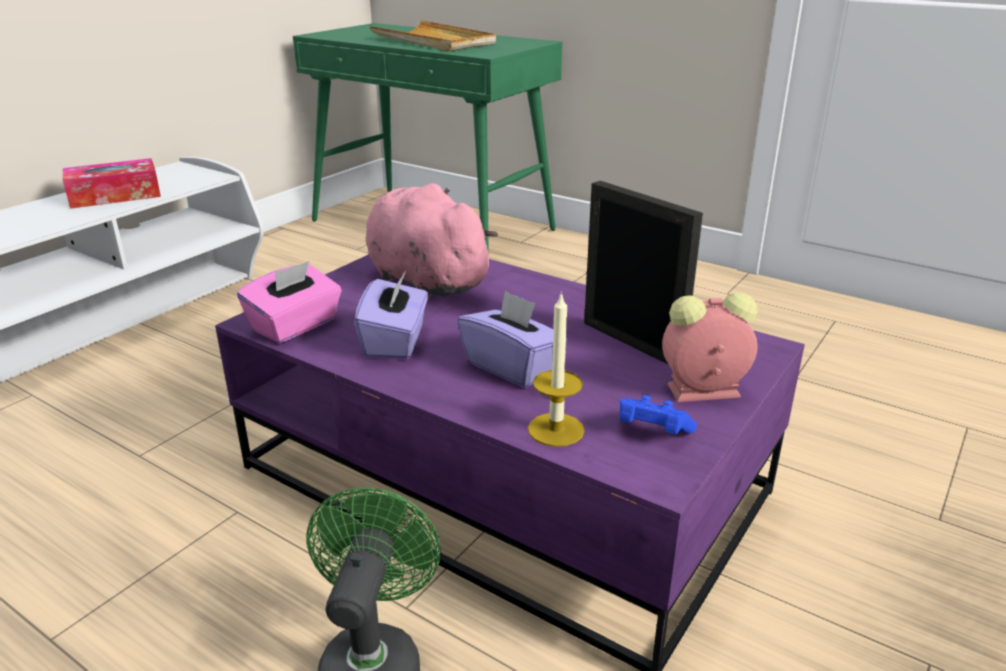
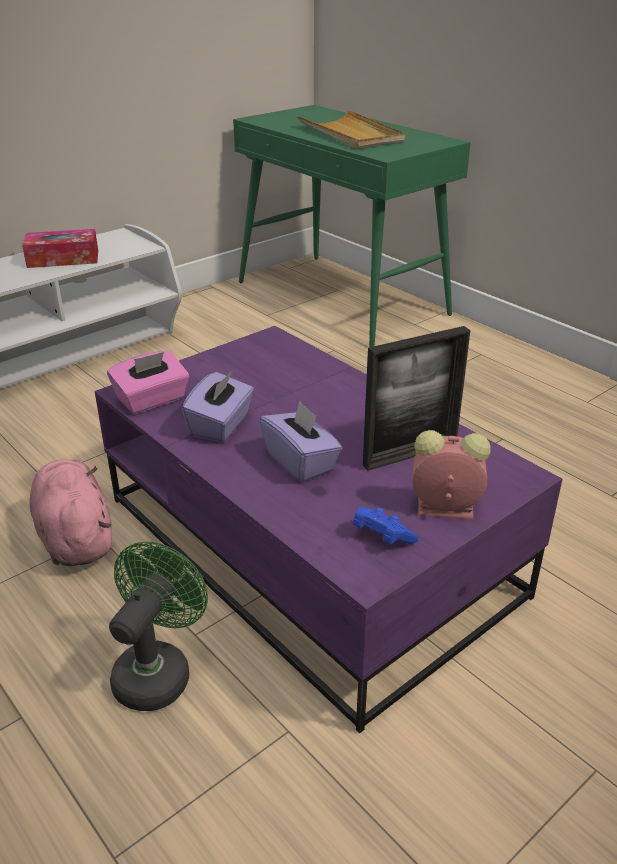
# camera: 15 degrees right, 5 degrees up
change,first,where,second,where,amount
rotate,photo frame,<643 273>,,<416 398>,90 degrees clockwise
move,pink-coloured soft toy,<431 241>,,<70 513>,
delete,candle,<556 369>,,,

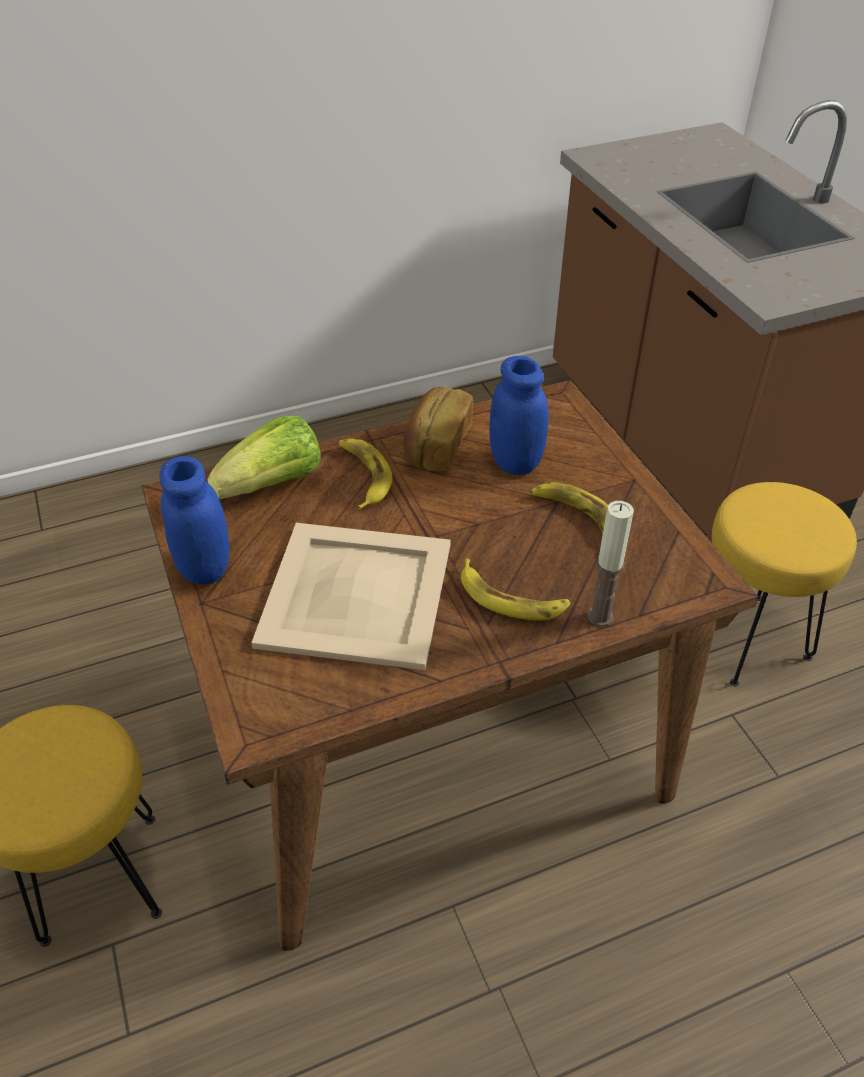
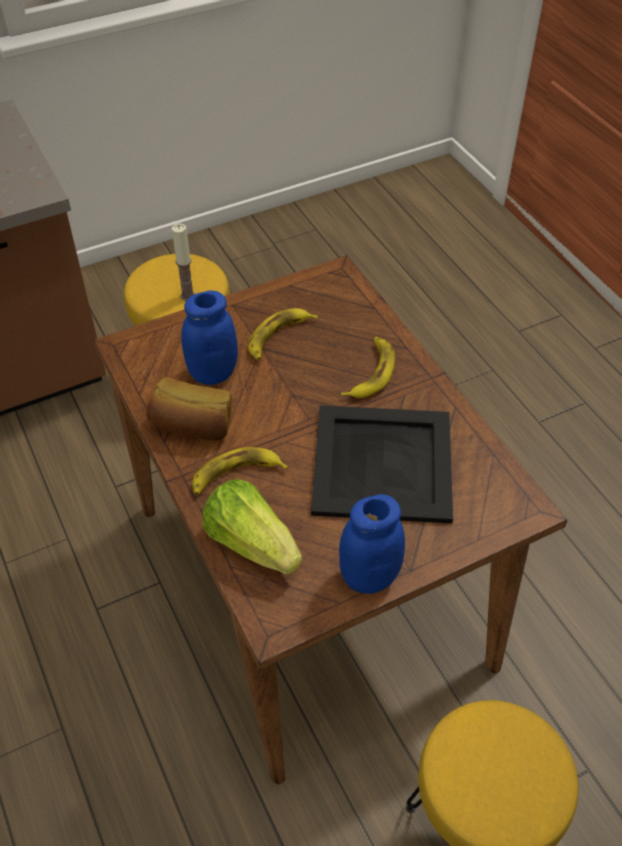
# camera: 95 degrees left, 5 degrees up
change,first,where,second,where,amount
move,candle,<611 563>,,<183 262>,
recolor,beige serving tray,<351 596>,black-coloured serving tray,<382 464>,

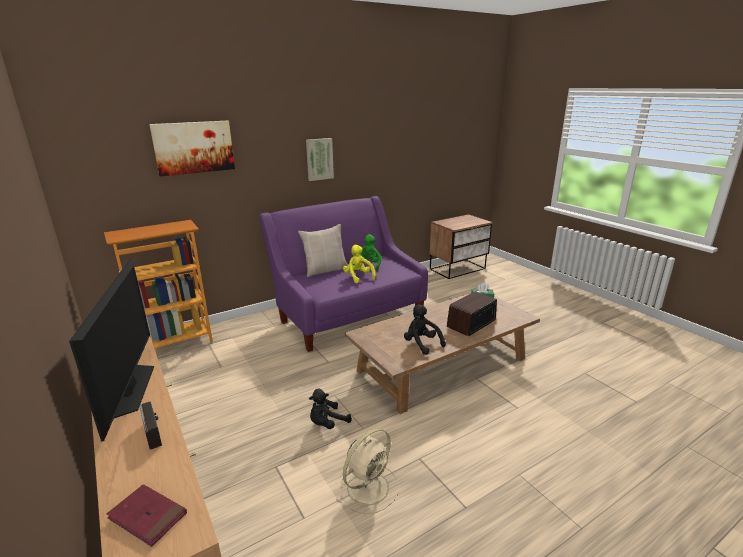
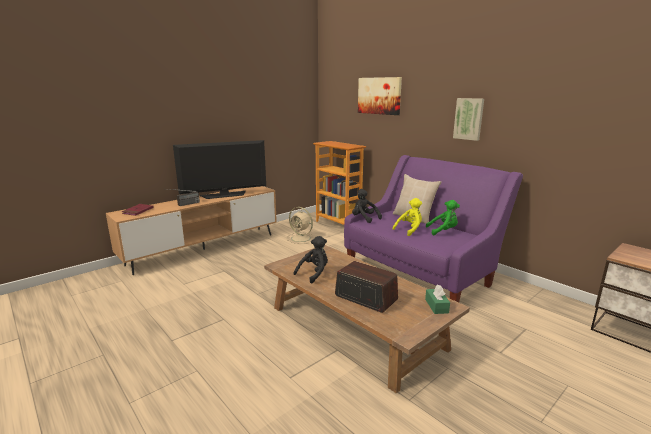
# camera: 80 degrees right, 5 degrees down
change,first,where,second,where,amount
move,black-coloured soft toy,<330 409>,,<367 206>,
move,beige cooling fan,<368 471>,,<302 225>,

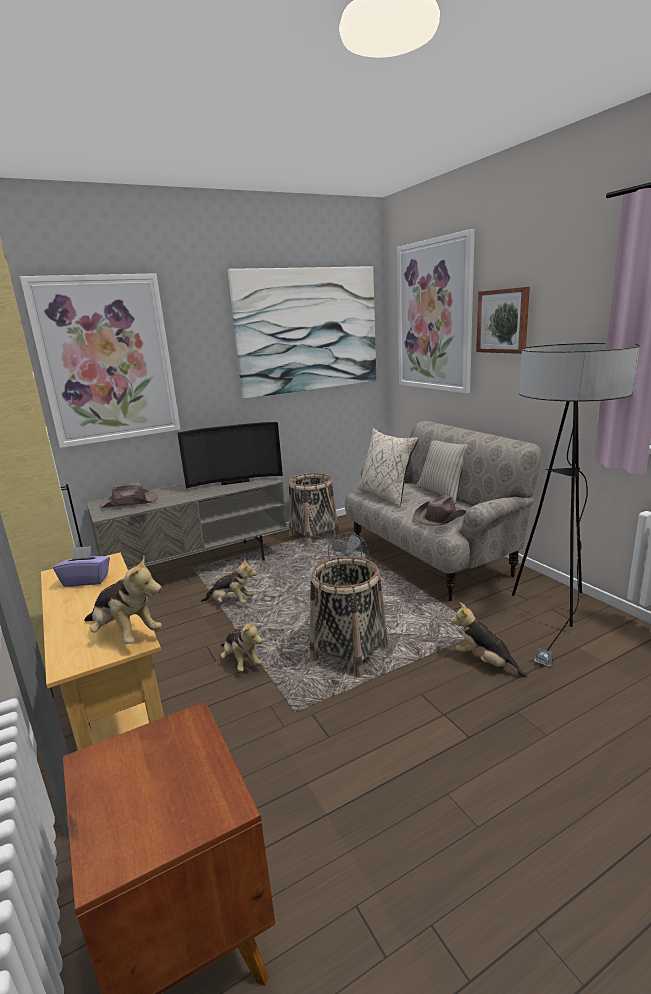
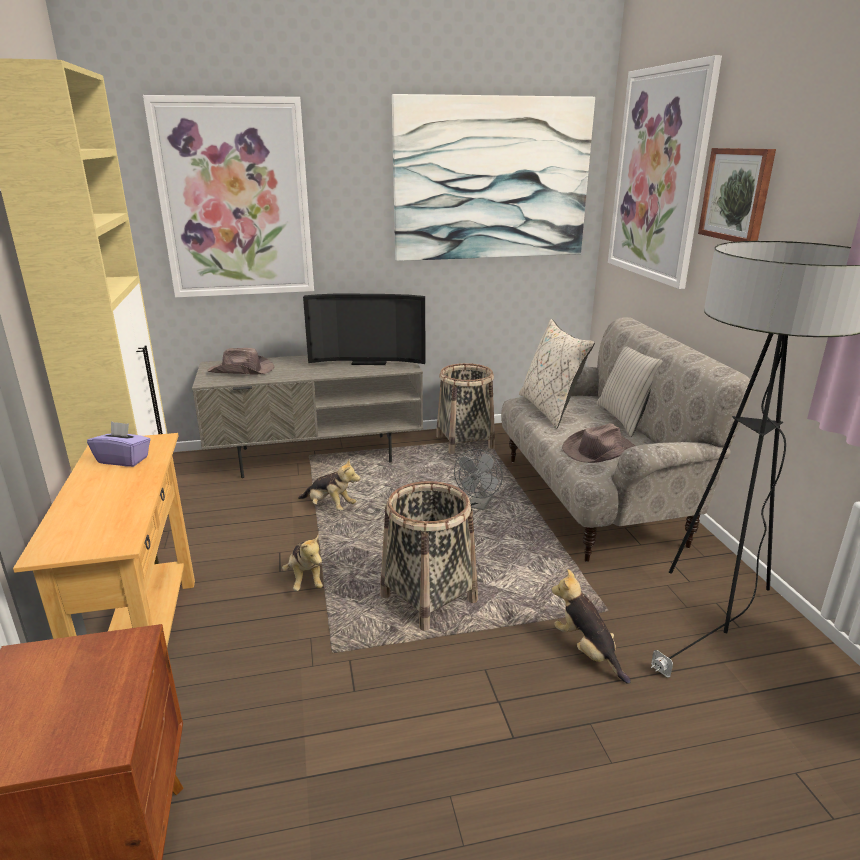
# camera: 15 degrees right, 5 degrees up
change,first,where,second,where,amount
delete,soft toy,<123 600>,,,

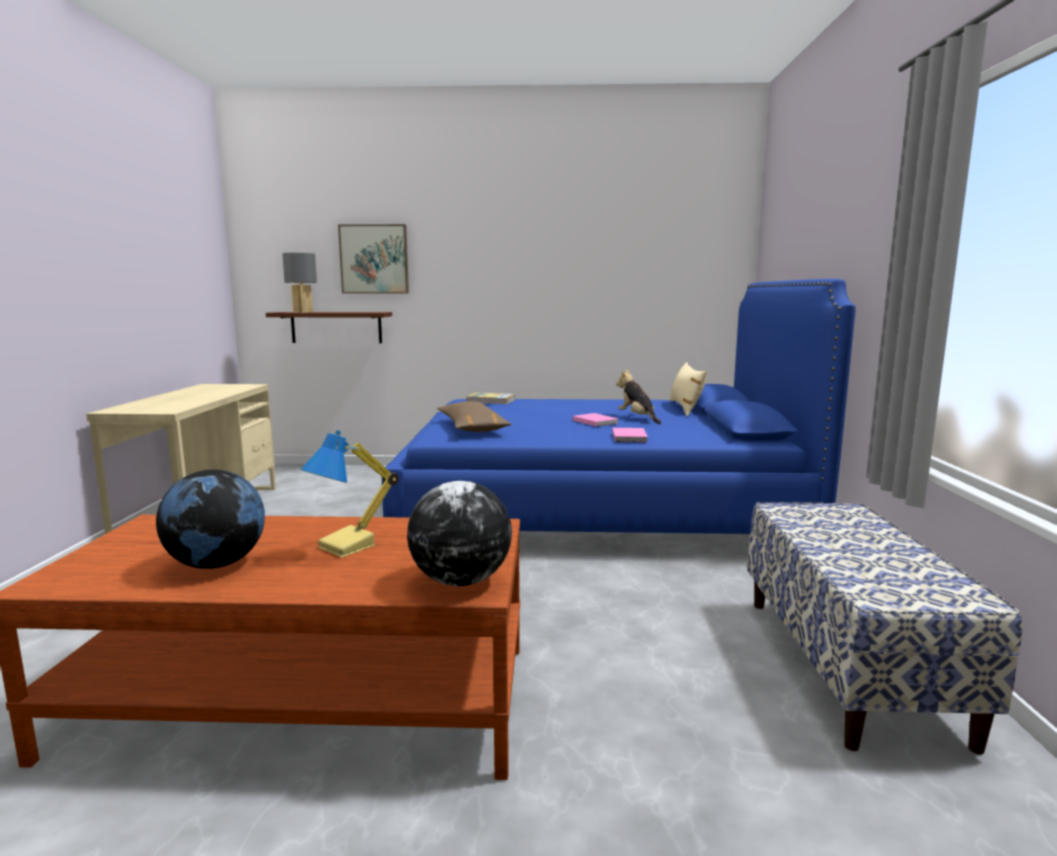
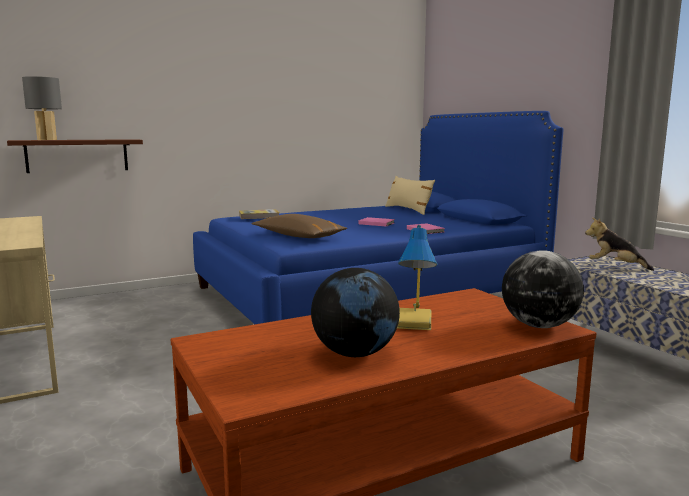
# camera: 30 degrees left, 0 degrees up
change,first,where,second,where,amount
delete,wall art,<373 259>,,,
move,soft toy,<638 397>,,<619 244>,

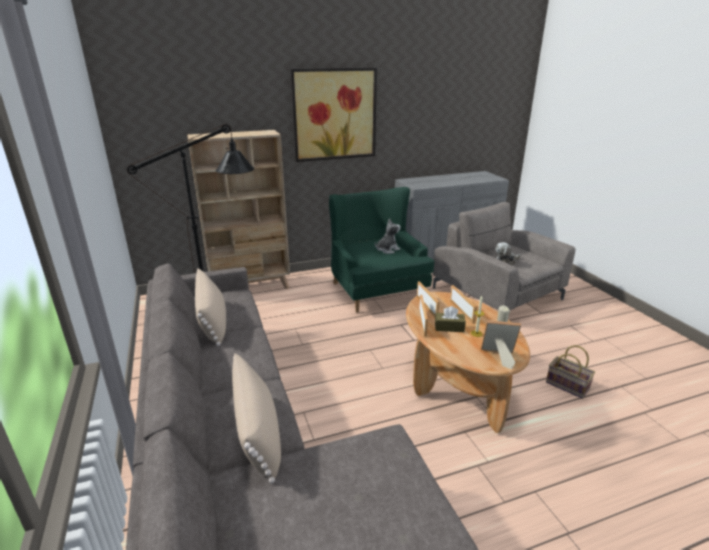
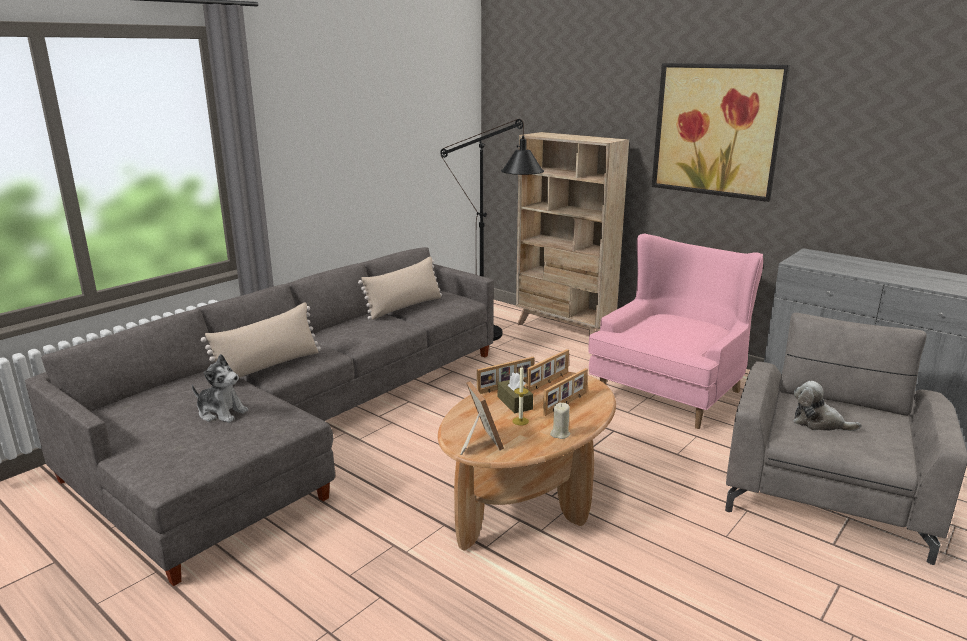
# camera: 60 degrees right, 5 degrees down
change,first,where,second,where,amount
recolor,green-coloured easy chair,<382 250>,pink-coloured easy chair,<676 331>,
move,soft toy,<388 236>,,<220 388>,
delete,storage basket,<570 372>,,,

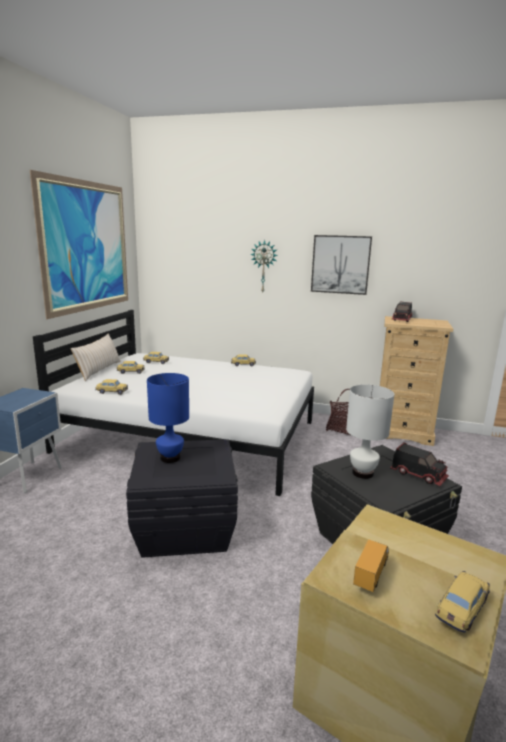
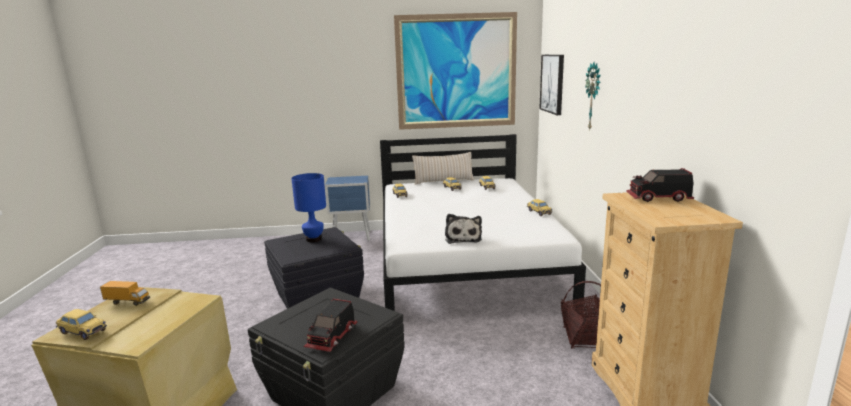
# camera: 70 degrees right, 0 degrees up
change,first,where,second,where,amount
move,wall art,<341 265>,,<551 85>,
delete,white lamp for a table,<370 431>,,,
insert,,,soft toy,<463 229>,

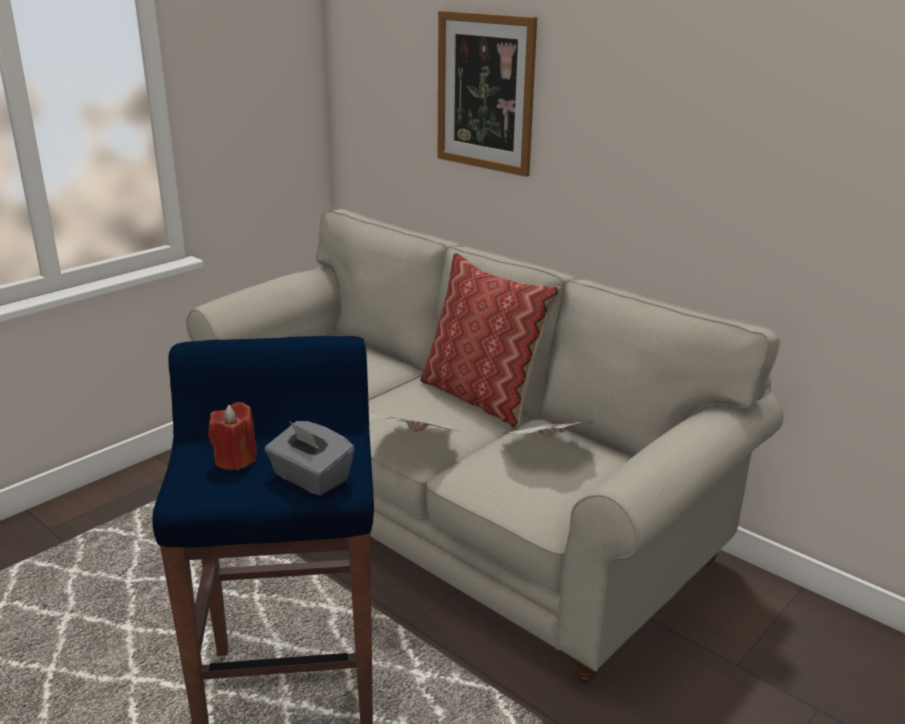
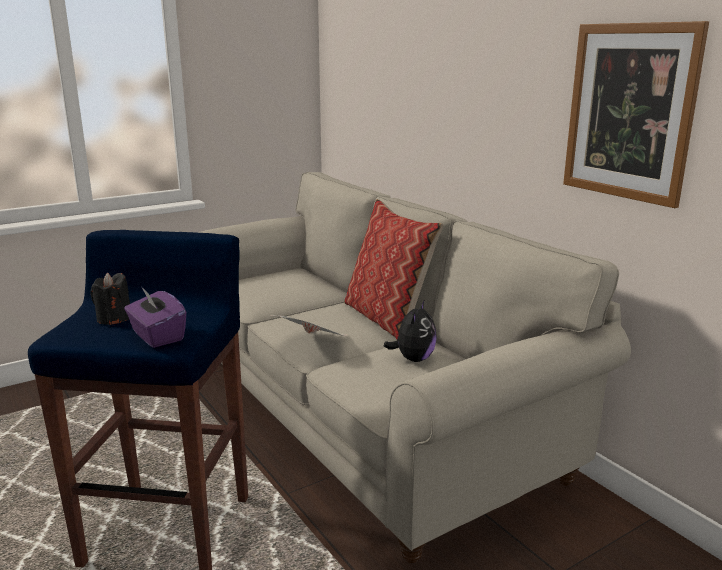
# camera: 15 degrees right, 5 degrees down
change,first,where,second,where,amount
move,wall art,<487 94>,,<636 114>,
recolor,red-coloured candle,<232 436>,black-coloured candle,<110 299>,
recolor,grey tissue box,<310 458>,purplish tissue box,<155 317>,
replace,daily paper,<549 429>,soft toy,<410 331>,

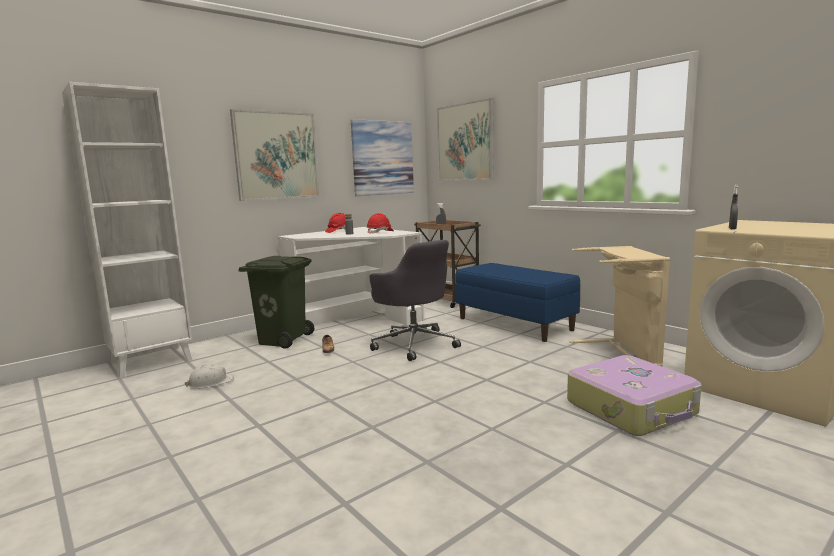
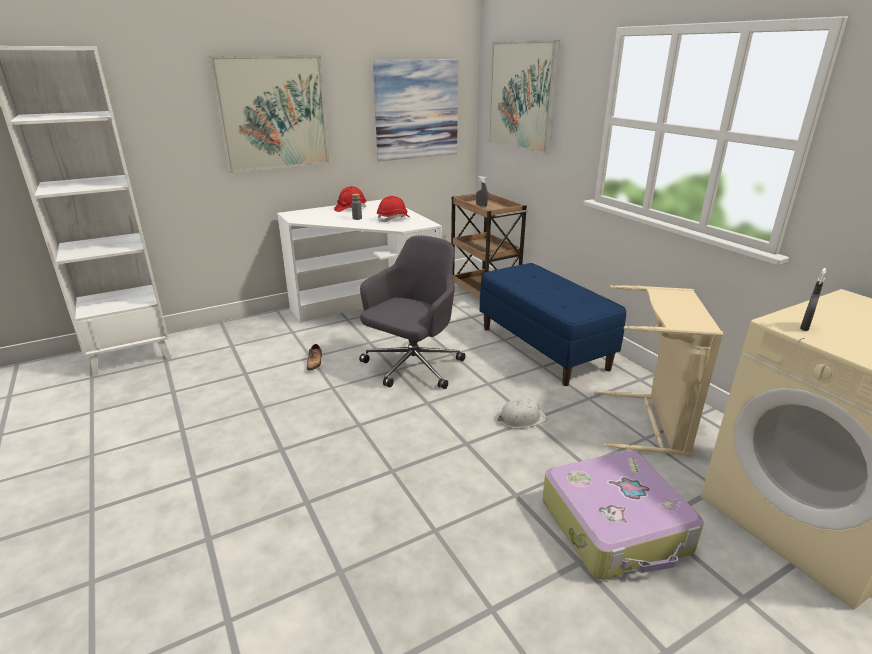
# camera: 10 degrees right, 15 degrees up
change,first,where,second,where,amount
rotate,grey desk chair,<415 300>,,<412 312>,120 degrees counterclockwise
delete,green-coloured waste bin,<277 302>,,,
move,white safety helmet,<209 376>,,<523 413>,

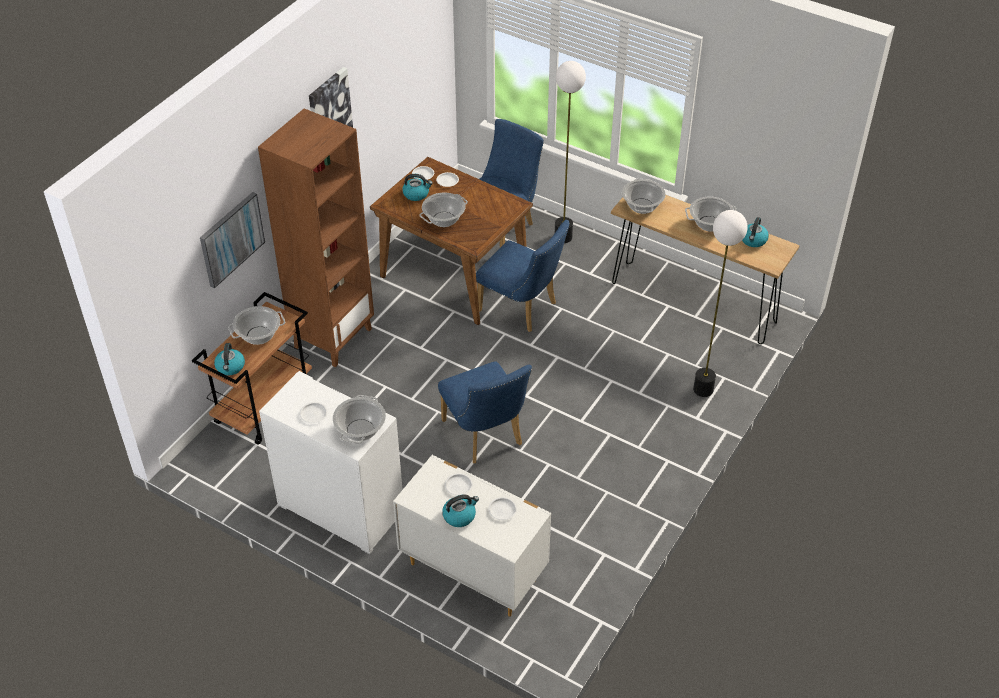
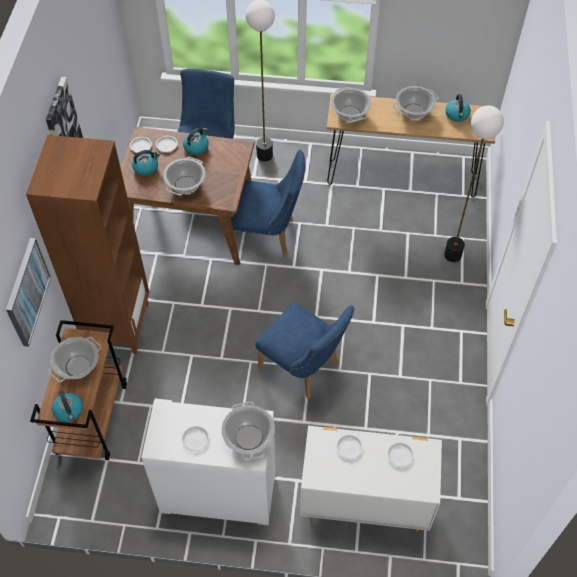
# camera: 25 degrees left, 10 degrees up
change,first,where,second,where,amount
move,tea kettle,<460 510>,,<196 141>,

